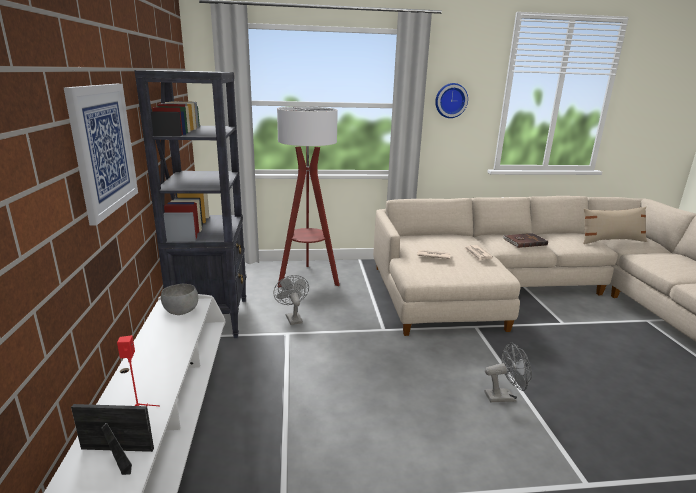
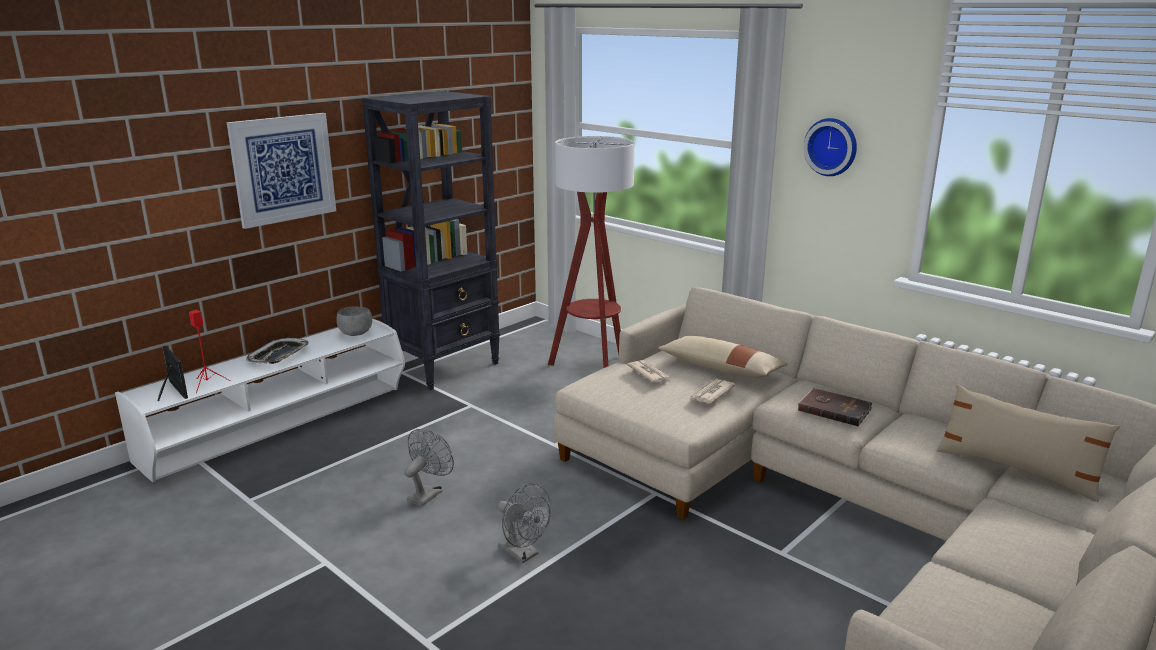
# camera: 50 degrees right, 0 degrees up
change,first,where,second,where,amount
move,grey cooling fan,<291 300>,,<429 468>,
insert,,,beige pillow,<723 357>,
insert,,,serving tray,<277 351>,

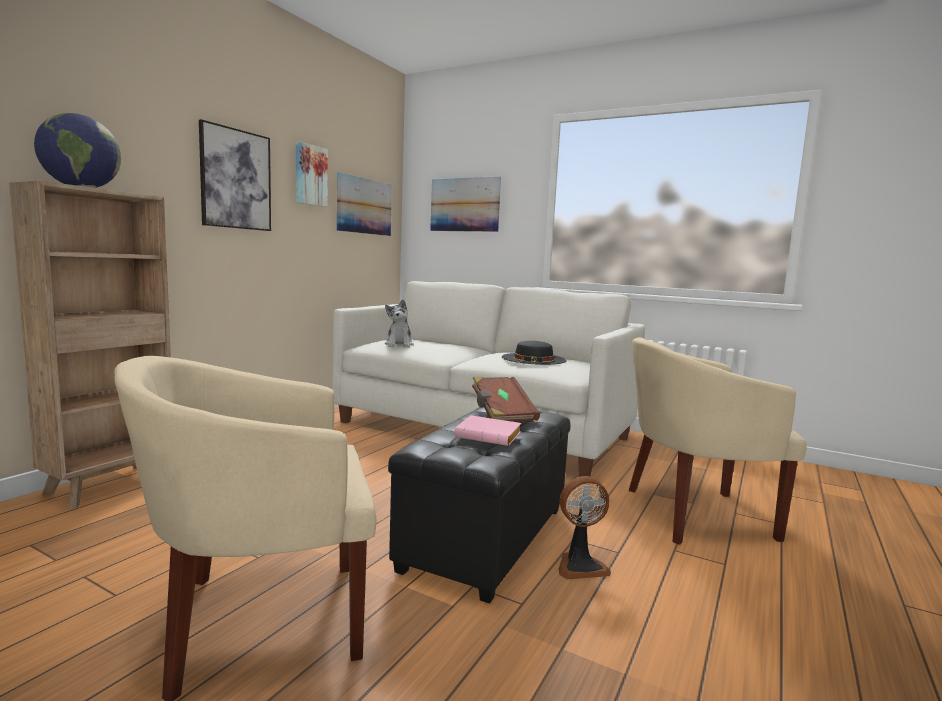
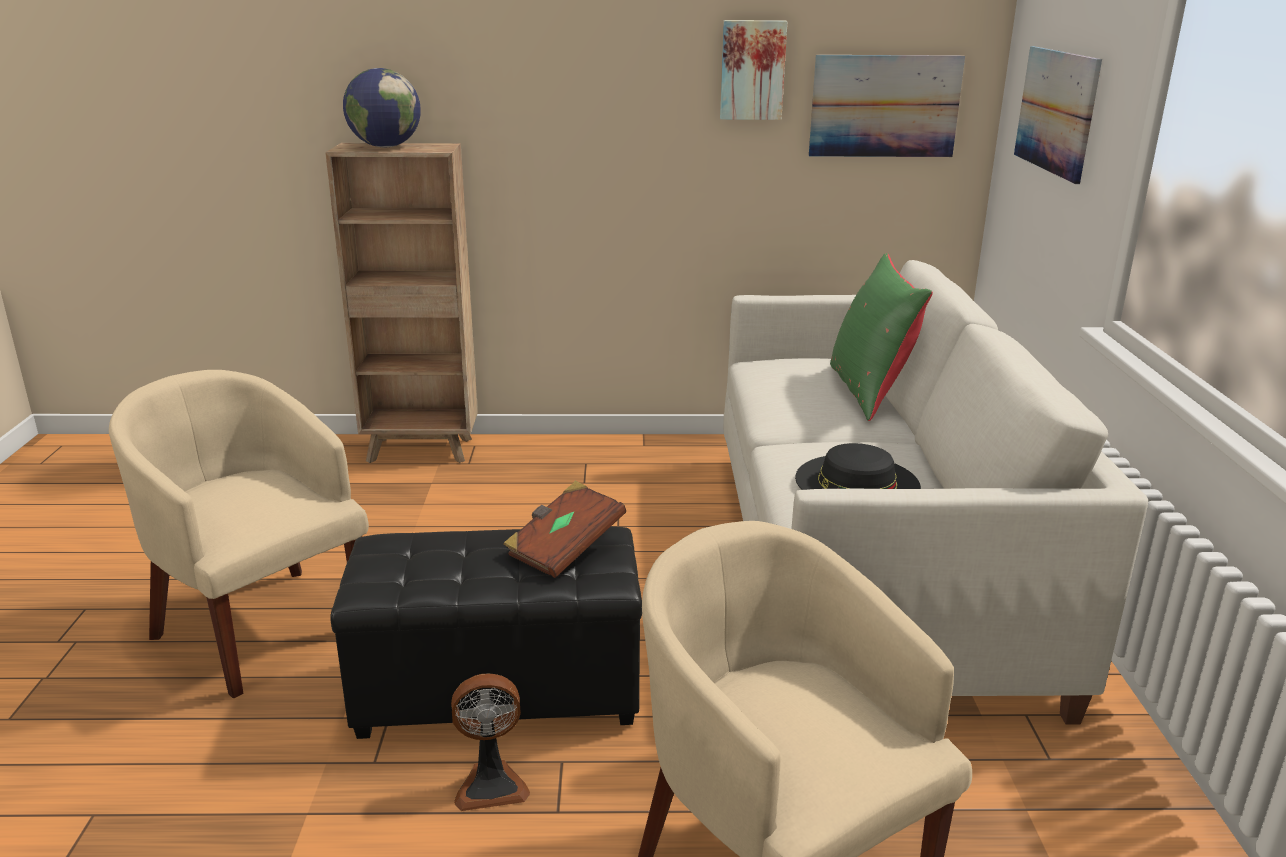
# camera: 60 degrees right, 15 degrees up
change,first,where,second,where,amount
delete,wall art,<235 175>,,,
delete,soft toy,<399 323>,,,
delete,pink-coloured book,<487 430>,,,
rotate,cooling fan,<585 527>,,<490 742>,60 degrees counterclockwise
insert,,,green-coloured pillow,<881 337>,

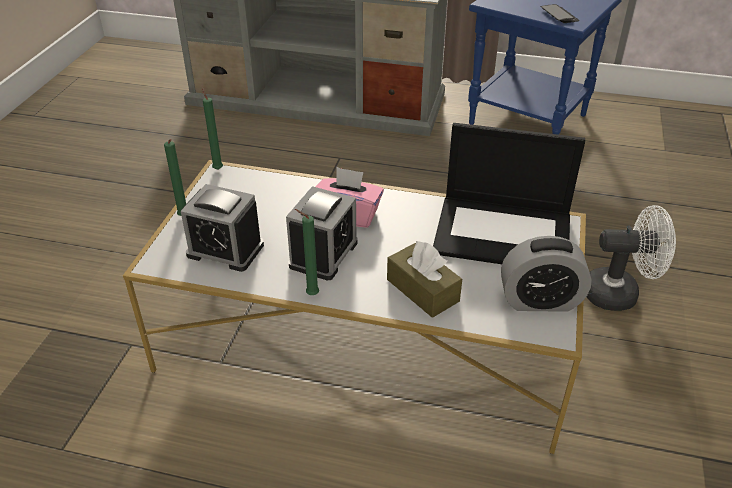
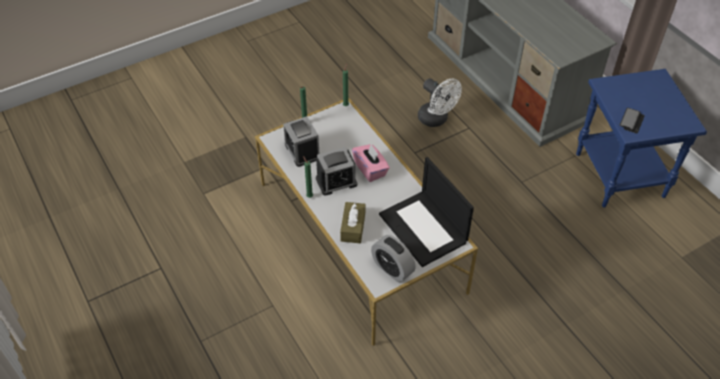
# camera: 45 degrees right, 10 degrees up
change,first,where,second,where,amount
move,white cooling fan,<631 258>,,<440 102>,

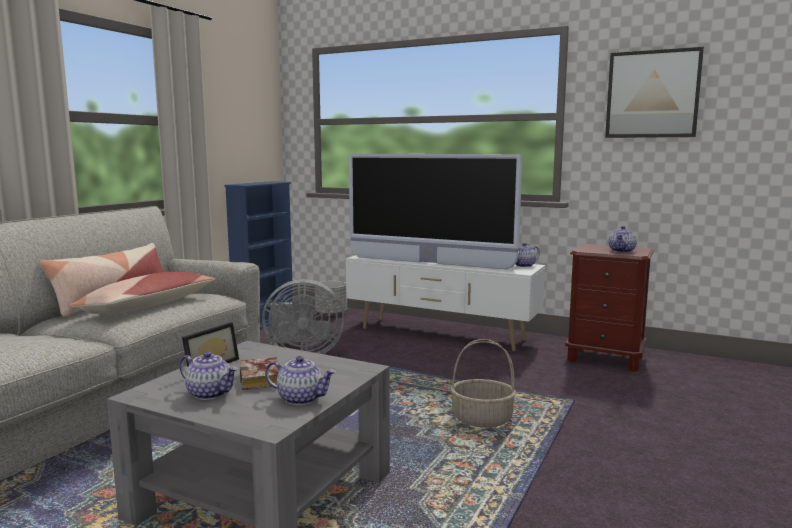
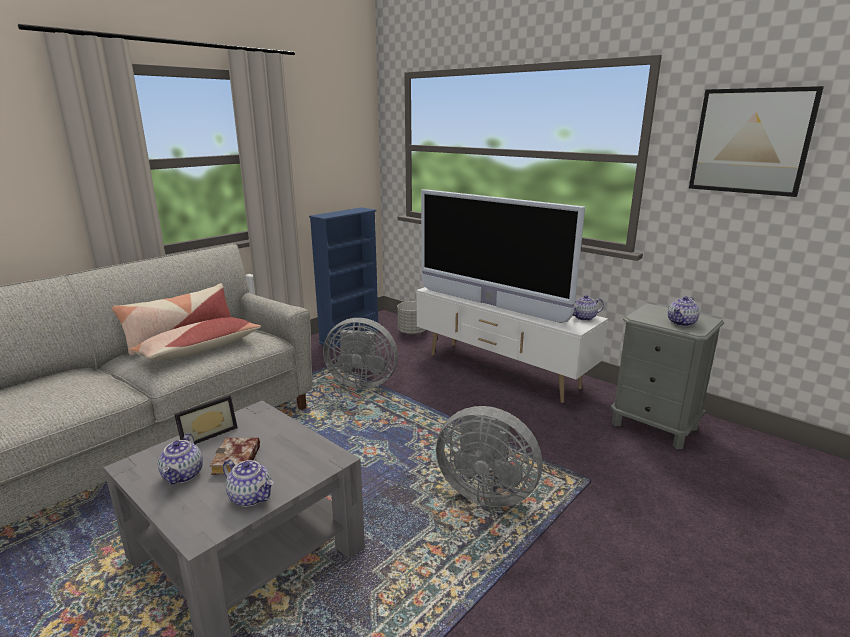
# camera: 15 degrees right, 10 degrees up
change,first,where,second,where,amount
recolor,brown-coloured nightstand,<609 308>,grey nightstand,<667 376>,
replace,storage basket,<483 383>,grey cooling fan,<489 456>,
rotate,tea pot,<209 376>,,<180 458>,45 degrees clockwise

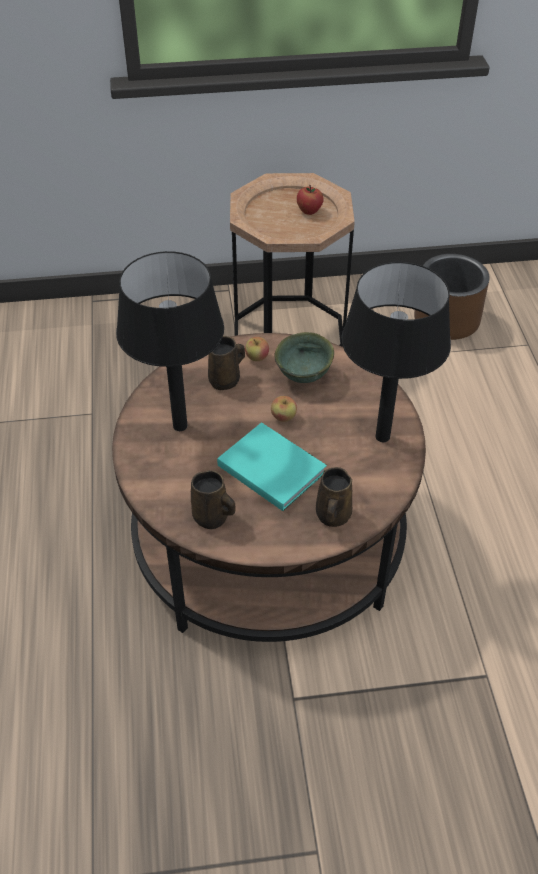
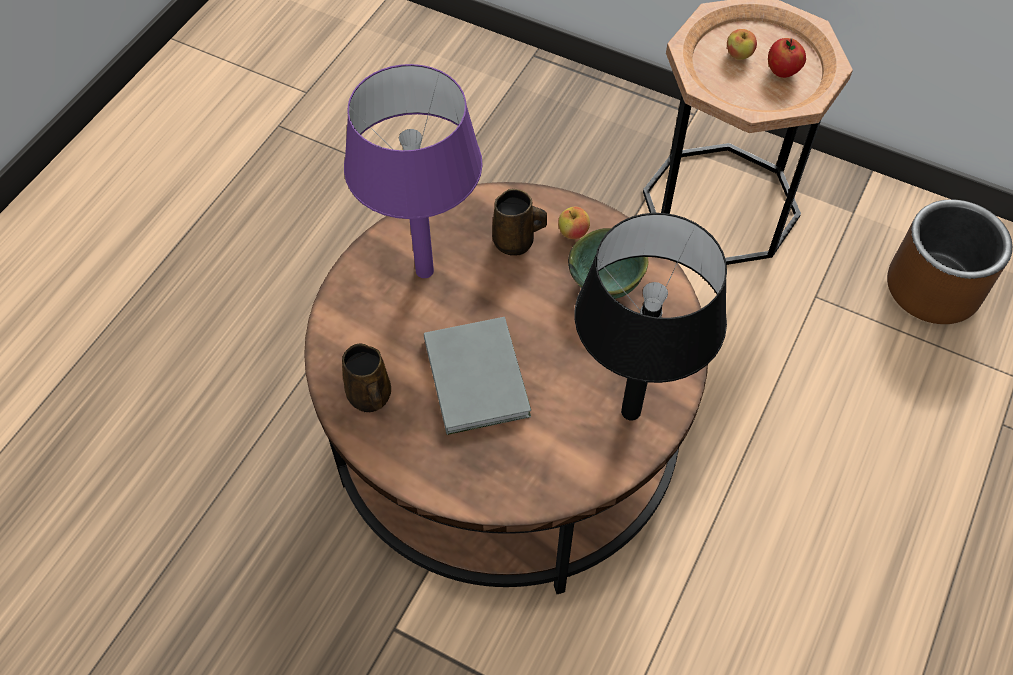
# camera: 35 degrees right, 10 degrees up
change,first,where,second,where,amount
recolor,black-coloured lamp for a table,<170 341>,purplish lamp for a table,<413 171>,
move,apple fruit,<284 409>,,<742 44>,
recolor,turquoise book,<272 466>,grey book,<477 376>,
delete,brown-coloured mug,<334 497>,,,

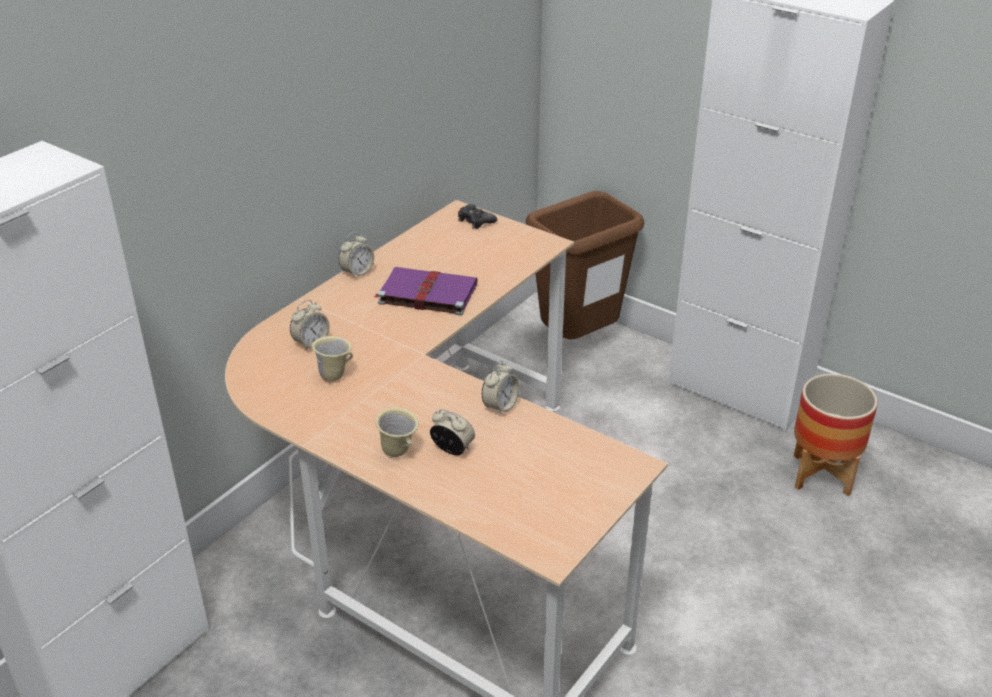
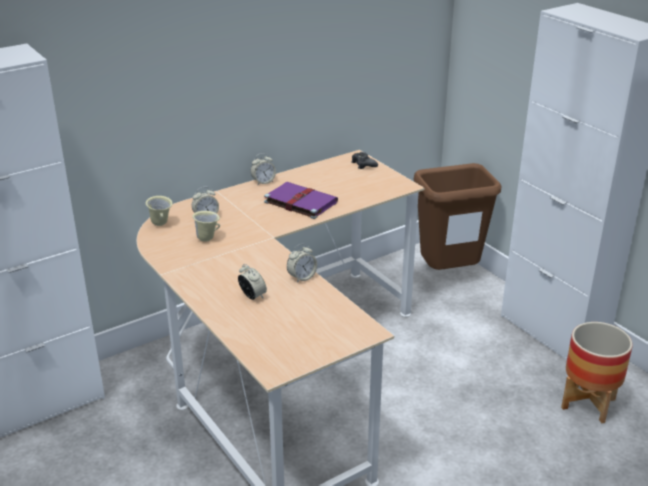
# camera: 20 degrees right, 5 degrees down
change,first,where,second,where,amount
move,beige mug,<397 432>,,<159 211>,

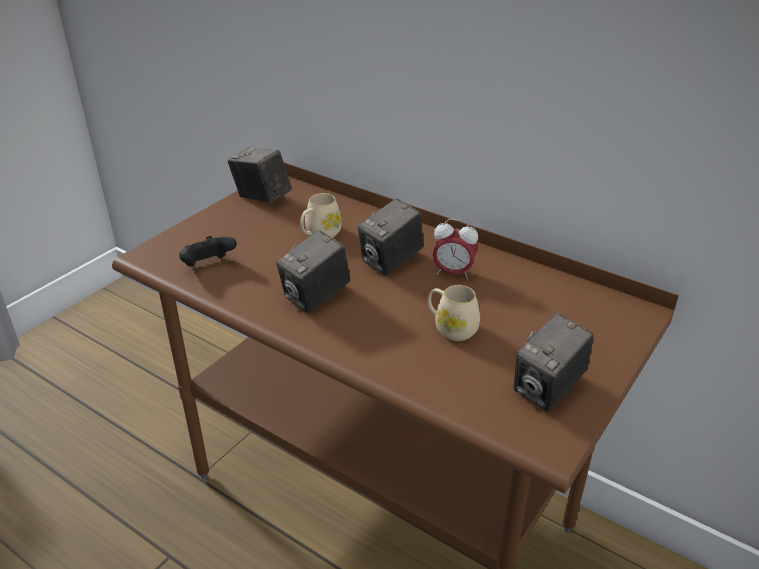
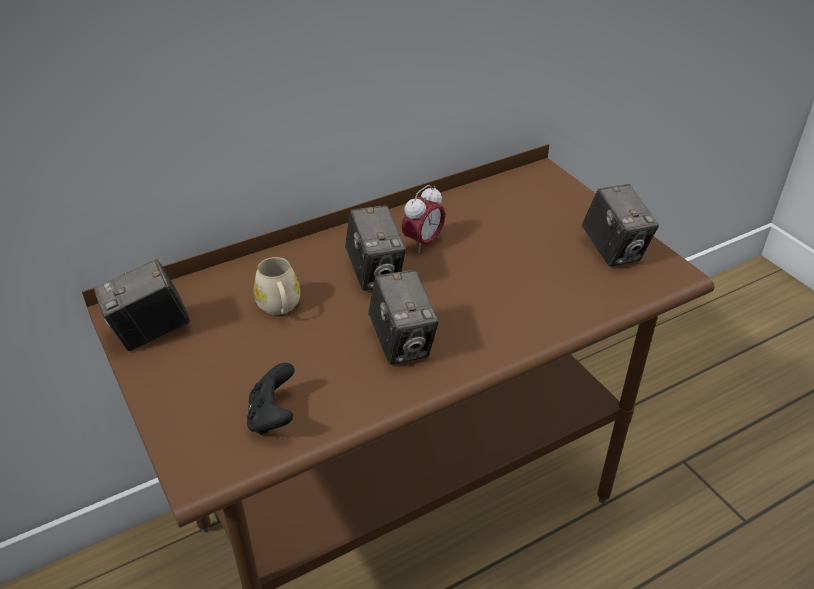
# camera: 65 degrees left, 5 degrees up
change,first,where,second,where,amount
delete,beige mug,<454 313>,,,

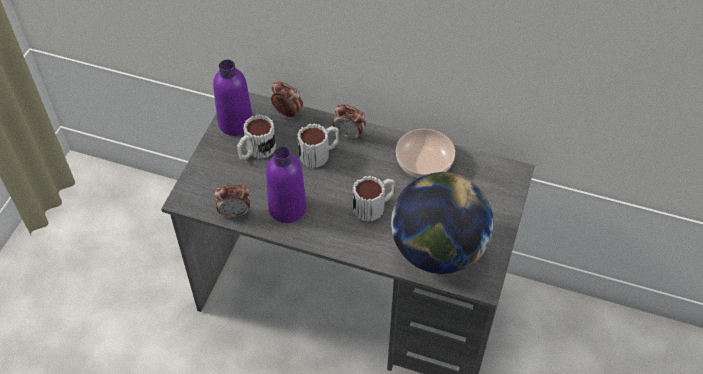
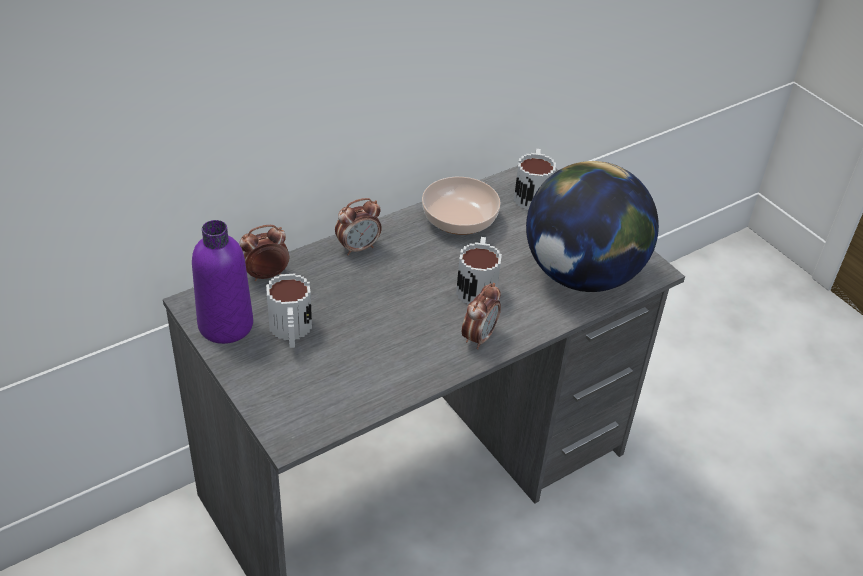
# camera: 55 degrees left, 10 degrees down
change,first,where,second,where,amount
move,mug,<318 145>,,<535 179>,
delete,purplish beverage bottle,<286 184>,,,
move,alarm clock,<232 201>,,<481 316>,

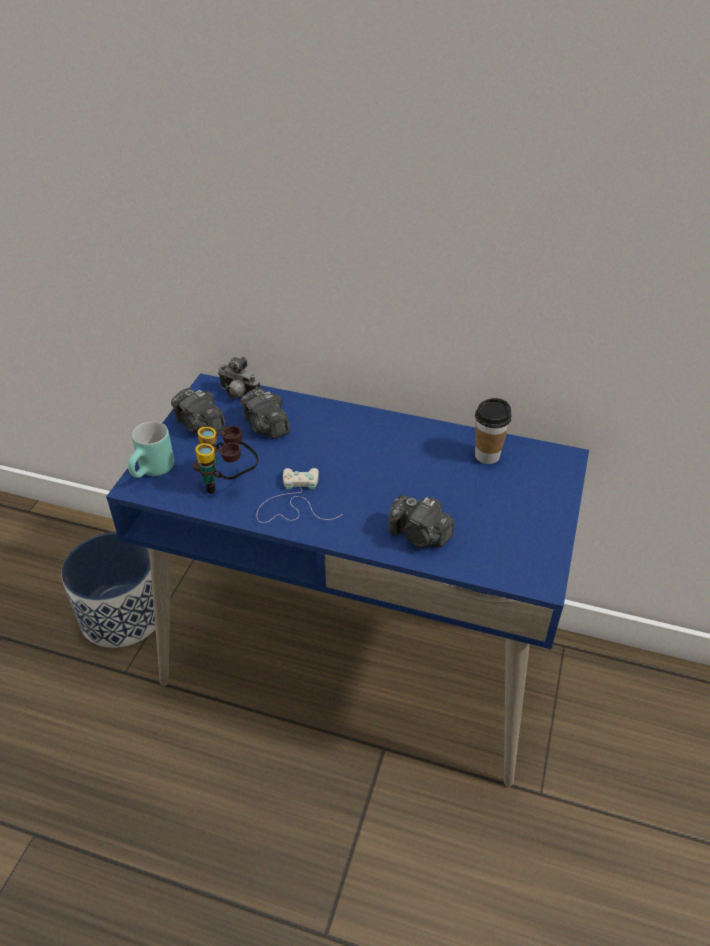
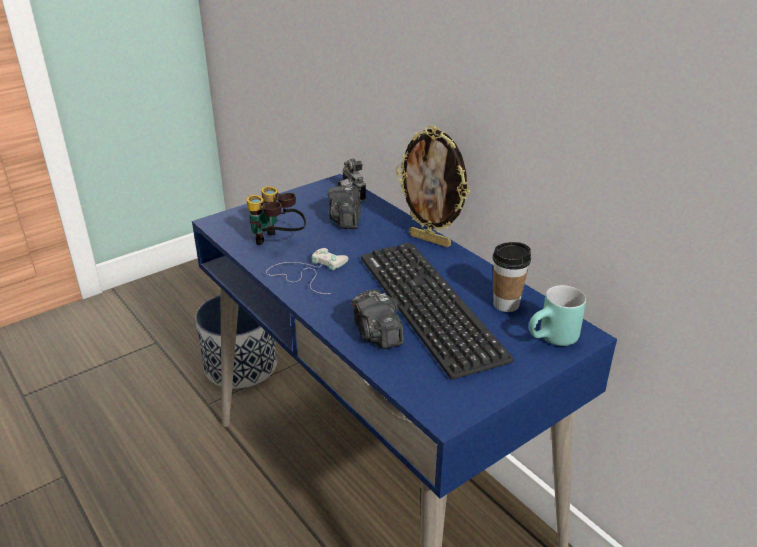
# camera: 35 degrees right, 10 degrees down
change,first,where,second,where,amount
delete,photo camera,<198 410>,,,
move,turquoise mug,<151 449>,,<557 315>,
insert,,,photo frame,<433 186>,
insert,,,keyboard,<437 311>,

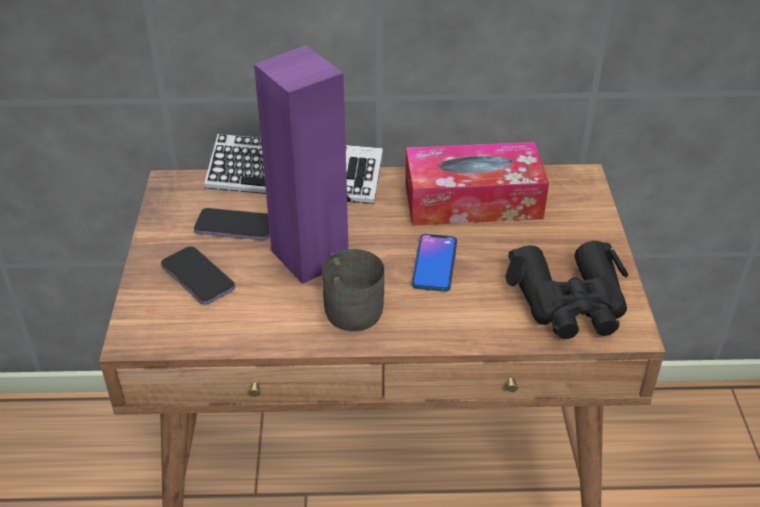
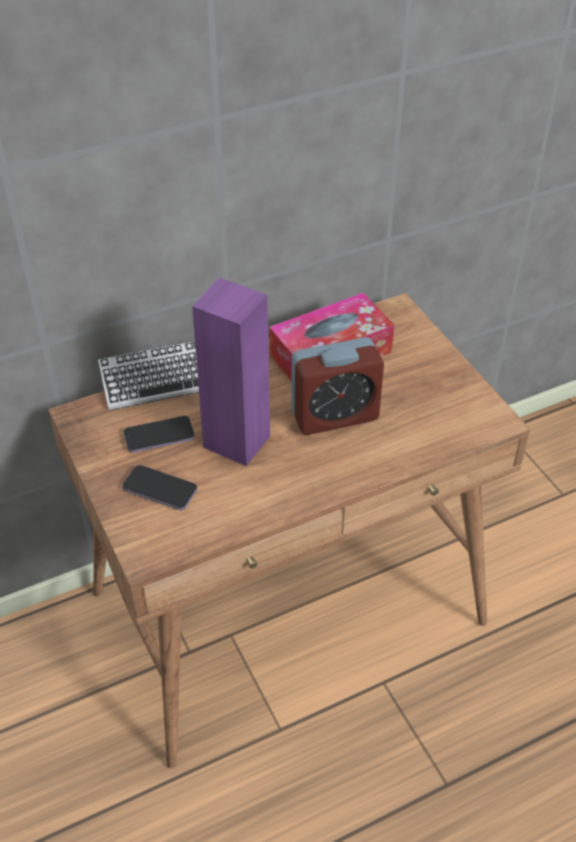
# camera: 25 degrees left, 5 degrees up
change,first,where,second,where,amount
replace,handset,<434 263>,alarm clock,<337 386>,
delete,black-coloured binoculars,<567 290>,,,
delete,grey mug,<353 290>,,,

